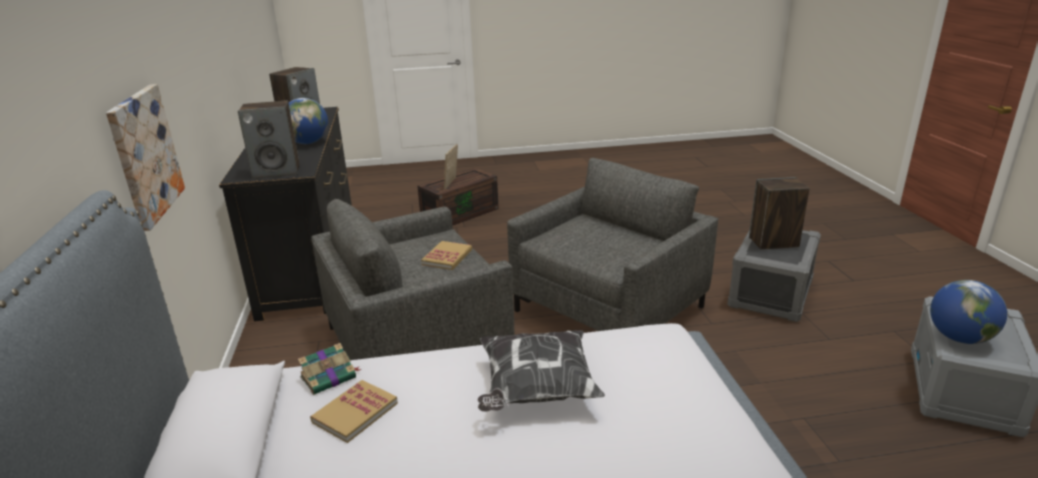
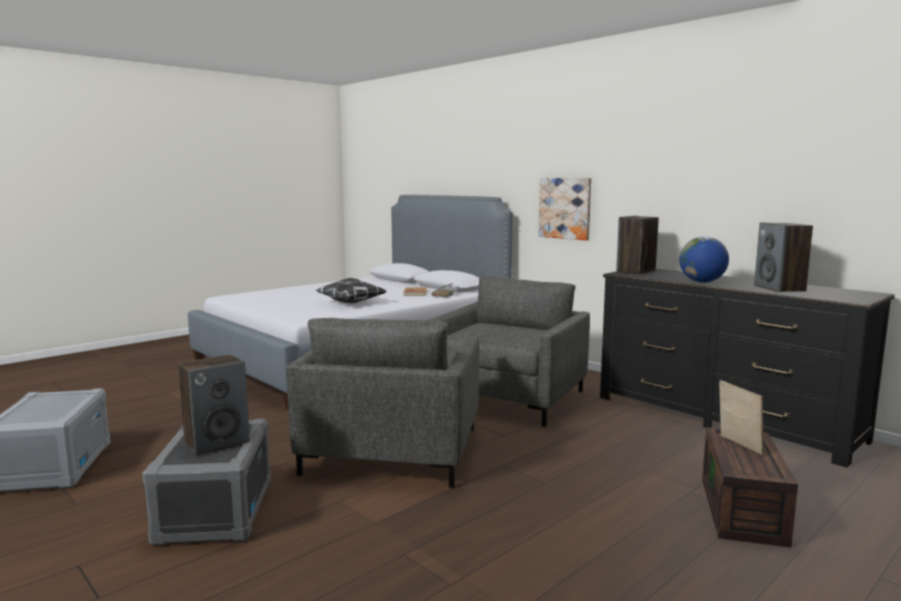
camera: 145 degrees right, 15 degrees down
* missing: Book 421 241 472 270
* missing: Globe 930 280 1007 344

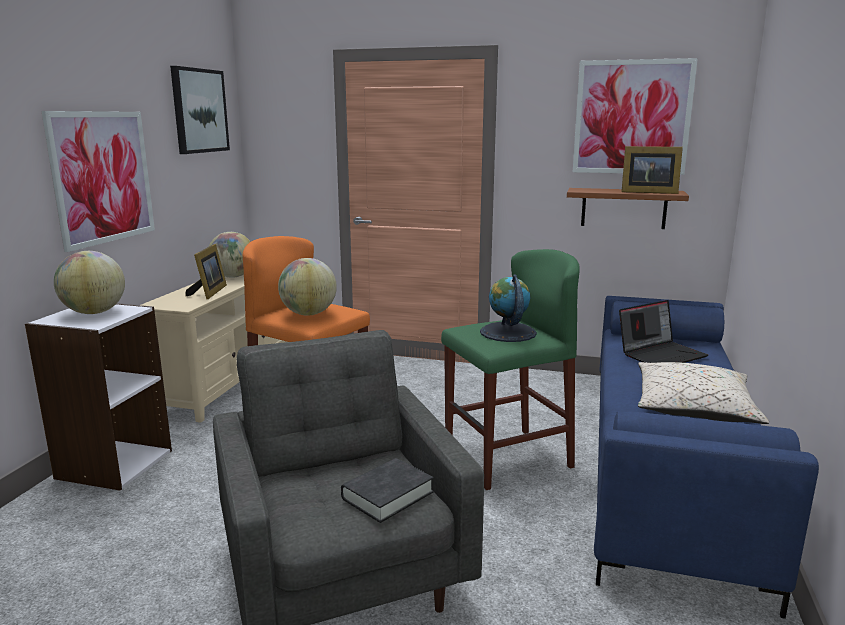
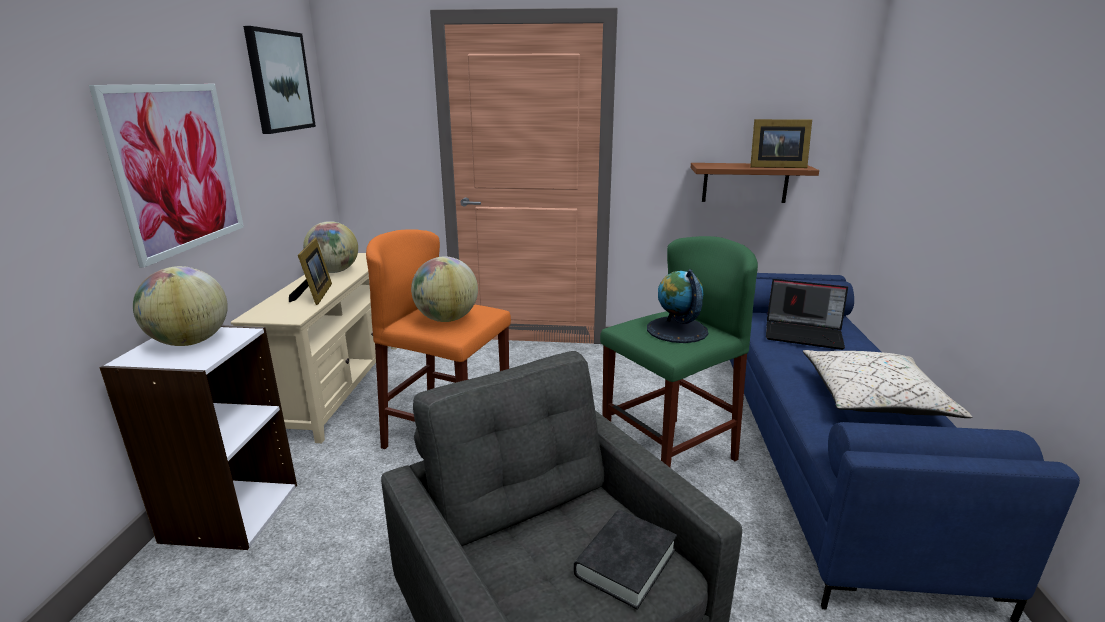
camera: 10 degrees left, 5 degrees up
* missing: Picture 573 58 698 175
* spun: Laptop 619 300 708 363 = 766 279 848 350 60 degrees clockwise

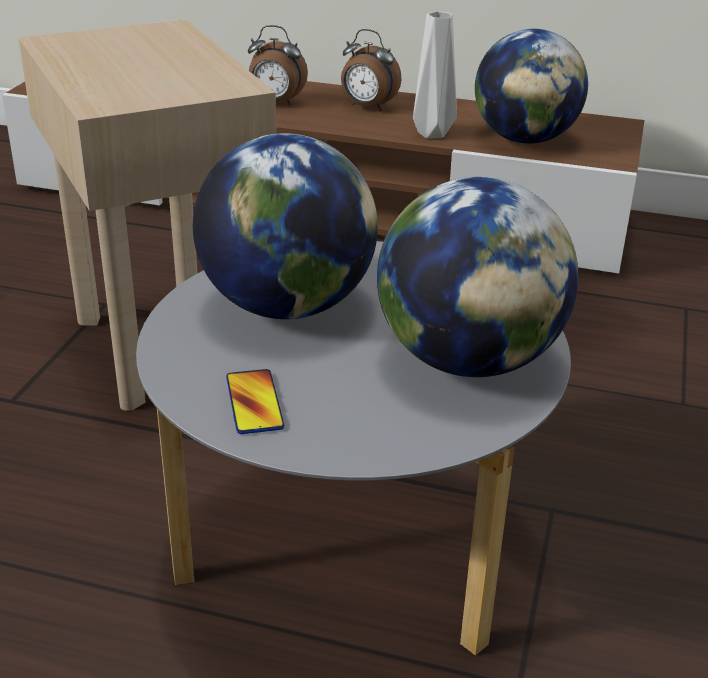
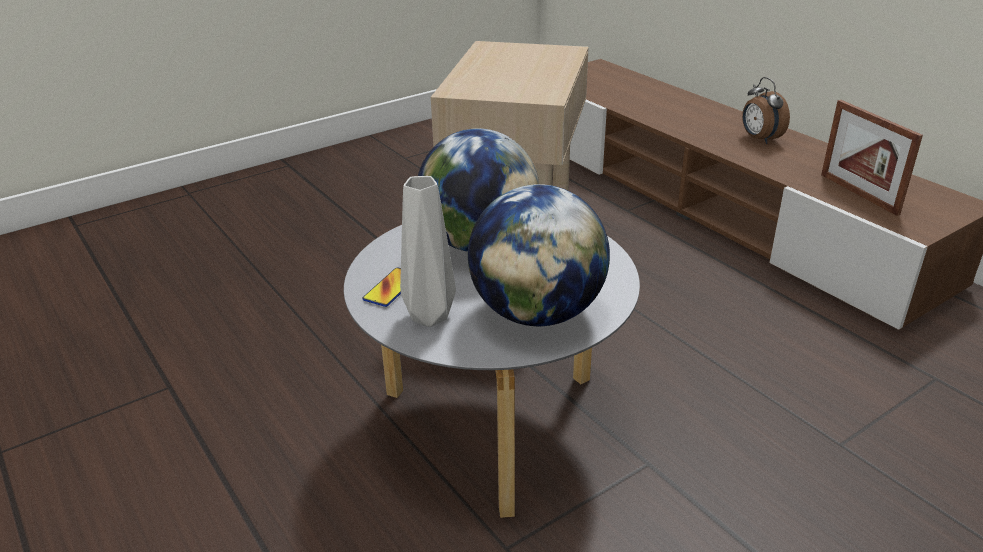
camera: 40 degrees right, 0 degrees up
* relocated: GreyVase 413 11 457 138 to 400 176 456 327
* missing: AlarmClock 248 25 308 105
* exchanged: Globe 475 29 588 144 to PictureFrame 821 100 923 216

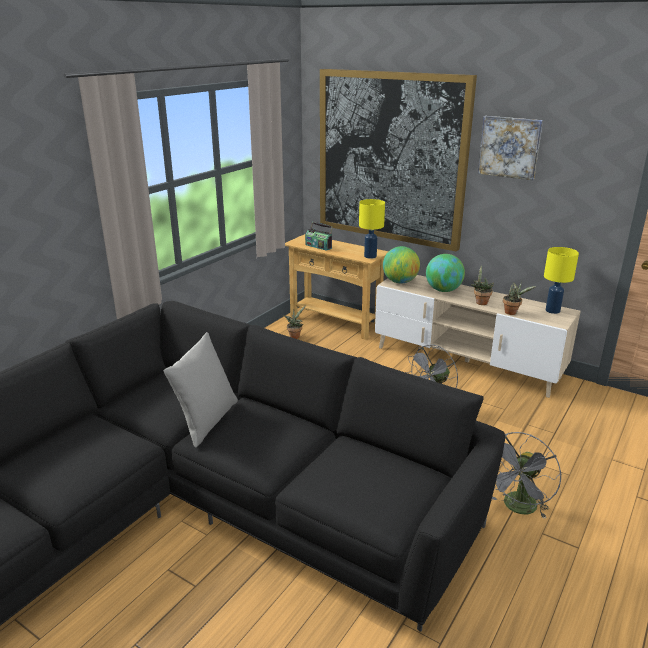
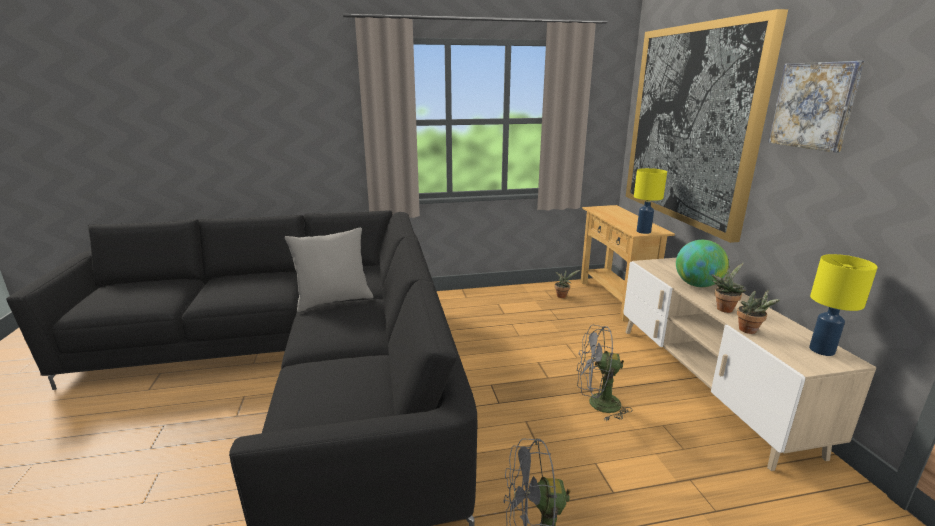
camera: 45 degrees right, 5 degrees down
* missing: Radio 305 222 333 251
* missing: Globe 383 246 420 283

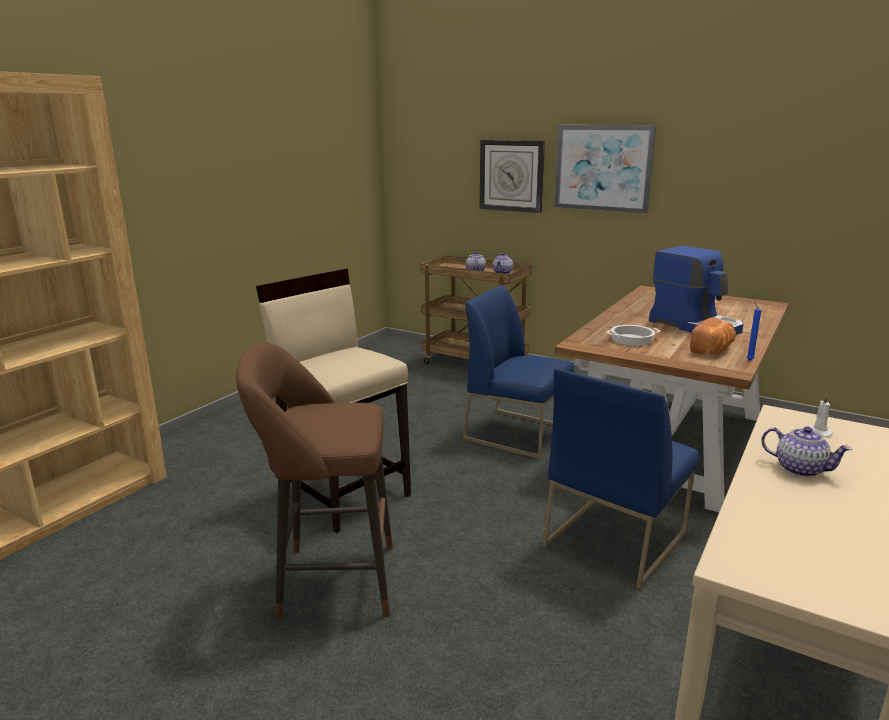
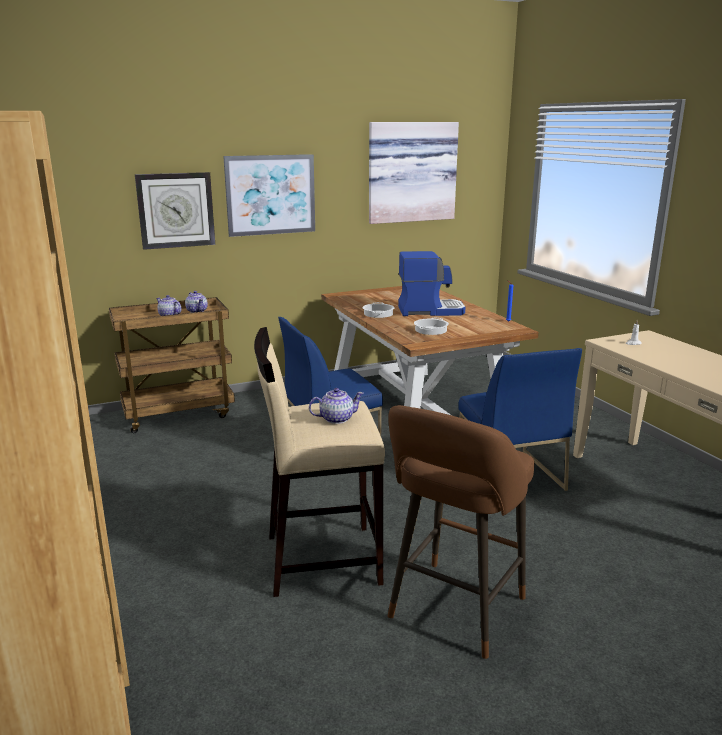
camera: 55 degrees left, 0 degrees up
* missing: Bread 690 317 736 354
* relocated: Teapot 761 426 852 477 to 309 388 364 424
* appeared: Picture 369 122 459 224
* appeared: CookingPot 362 302 395 318

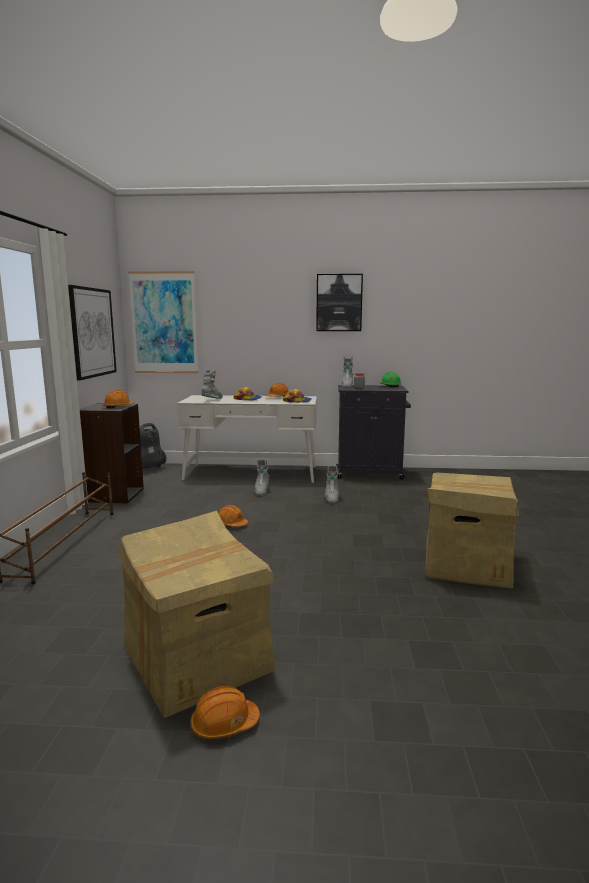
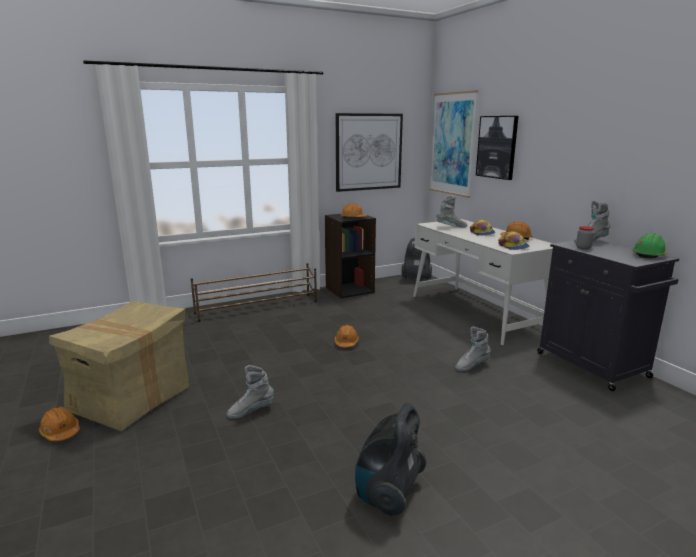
camera: 60 degrees right, 5 degrees up
* relocated: Picture 316 274 363 331 to 476 116 518 180
* relocated: GreyBoot 255 459 269 496 to 227 365 274 419
* exchanged: CardboardBox 425 473 519 588 to VacuumCleaner 355 403 426 516

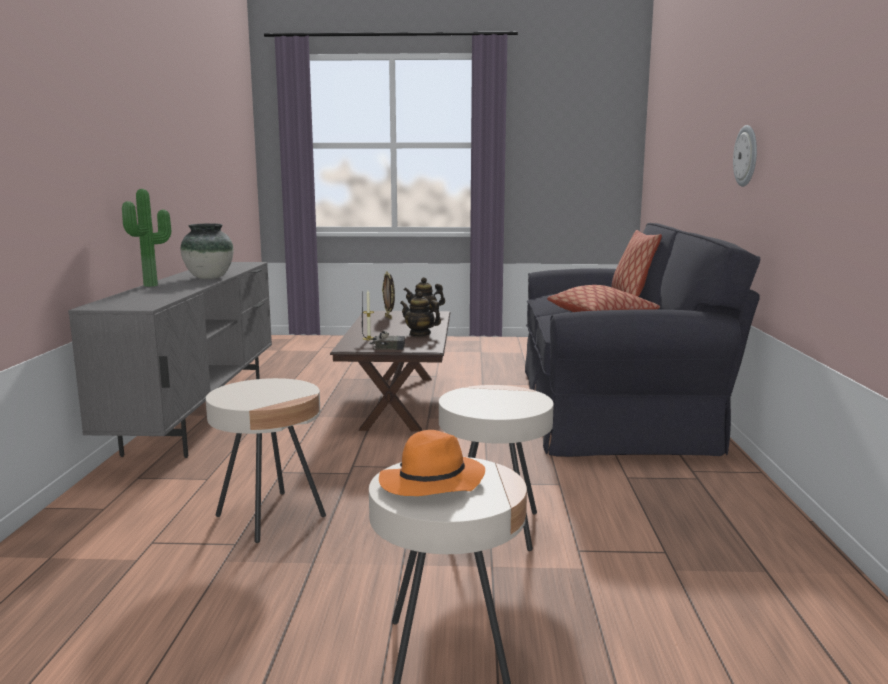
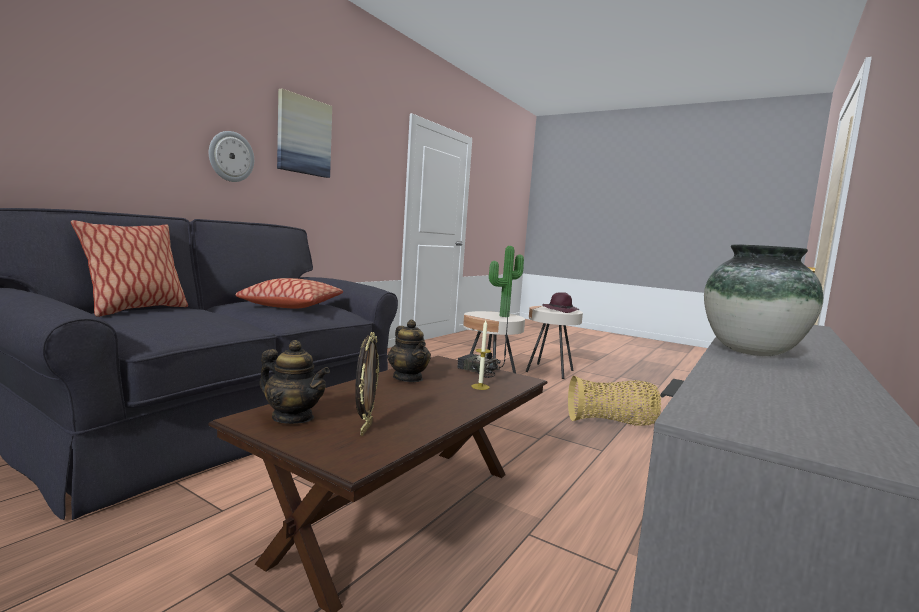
camera: 150 degrees left, 5 degrees down
* relocated: PottedPlant 122 189 171 287 to 489 246 524 317
* exchanged: BeigeSideTable 206 378 326 543 to Basket 568 376 661 426
* colour: OrangeHat 379 430 485 496 to PurpleHat 542 292 580 313
* appeared: Picture 277 88 332 178

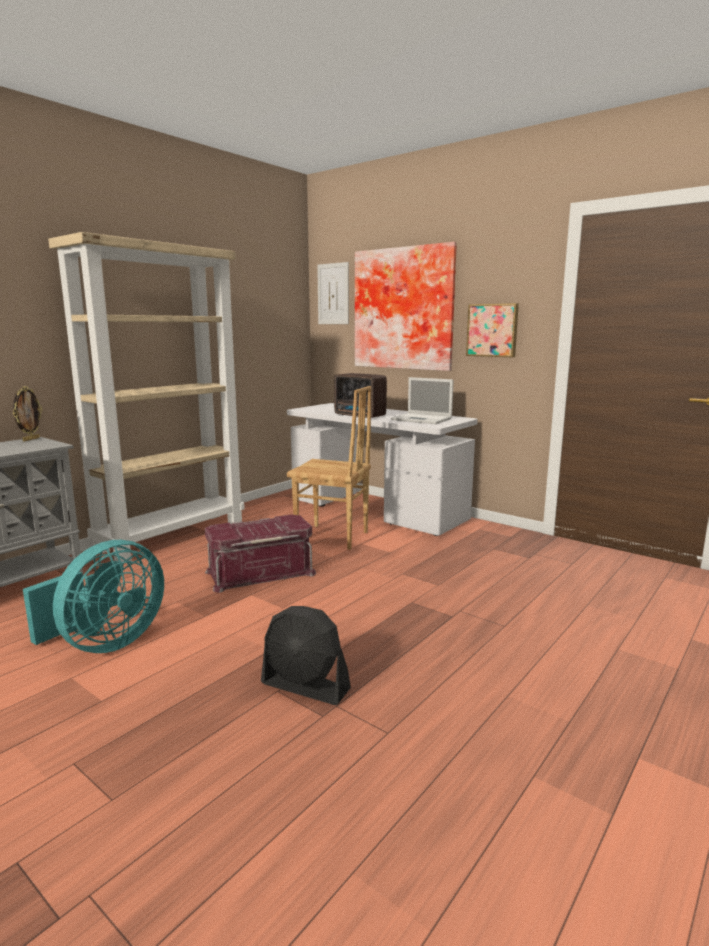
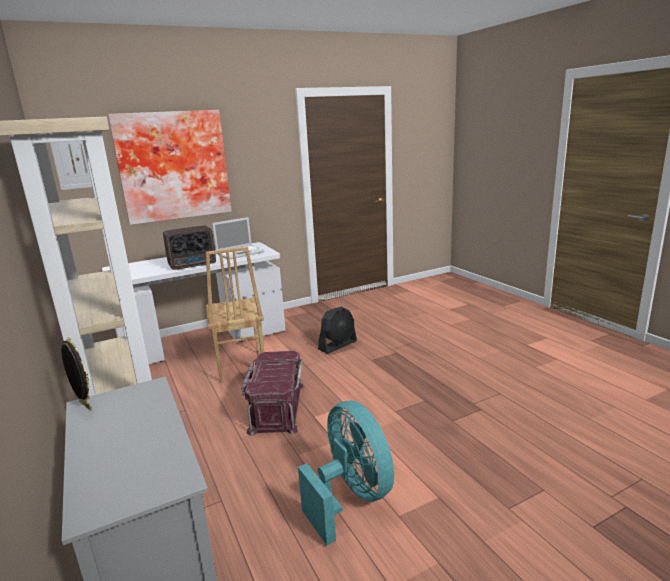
camera: 65 degrees left, 5 degrees up
* missing: Picture 466 303 519 357
* spun: BrownChair 287 386 371 550 = 206 247 264 383 120 degrees clockwise
* relocated: BlackFan 261 606 351 705 to 318 307 357 354

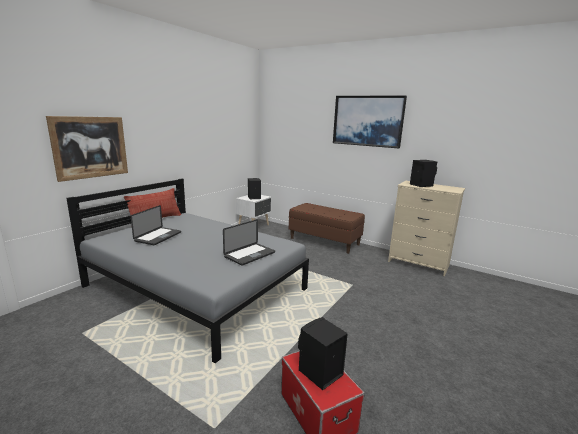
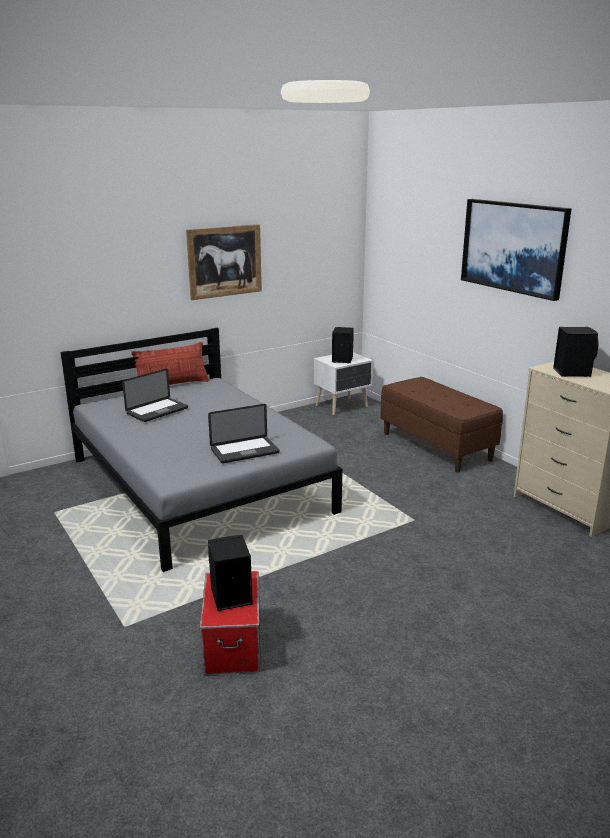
camera: 25 degrees right, 5 degrees up
* relocated: Picture 46 116 128 182 to 186 224 262 300

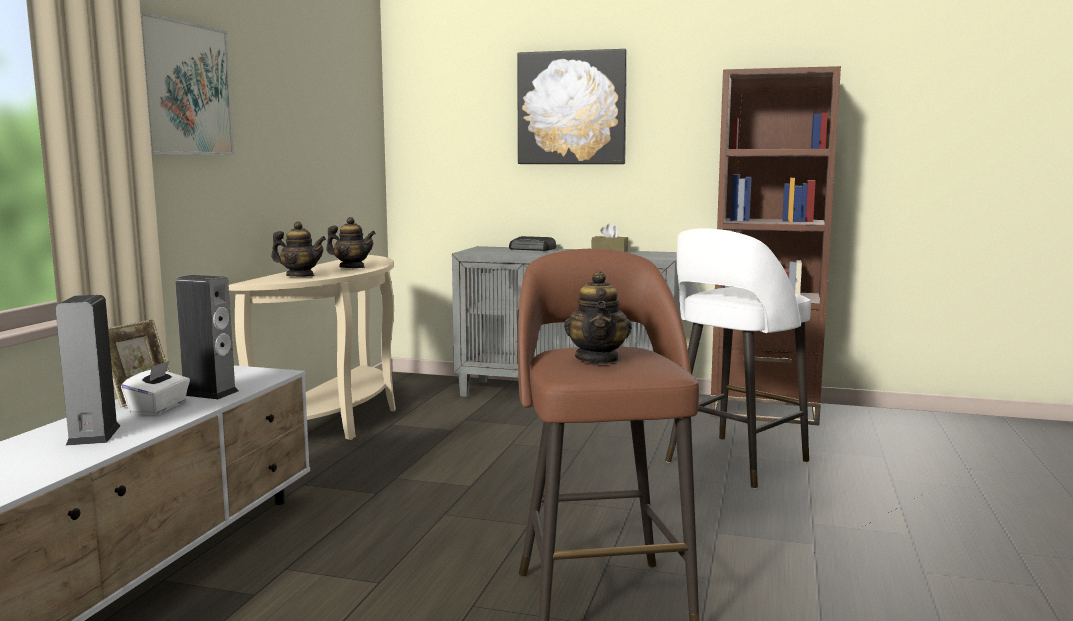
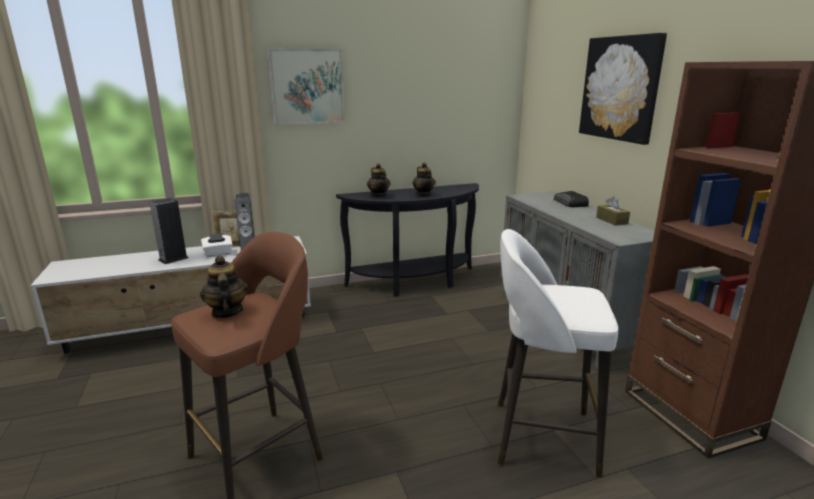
camera: 55 degrees right, 10 degrees up
* colour: BeigeConsoleTable 229 255 396 440 to BlackConsoleTable 336 183 479 296
* spun: Teapot 564 271 632 364 = 200 255 249 319 105 degrees clockwise

